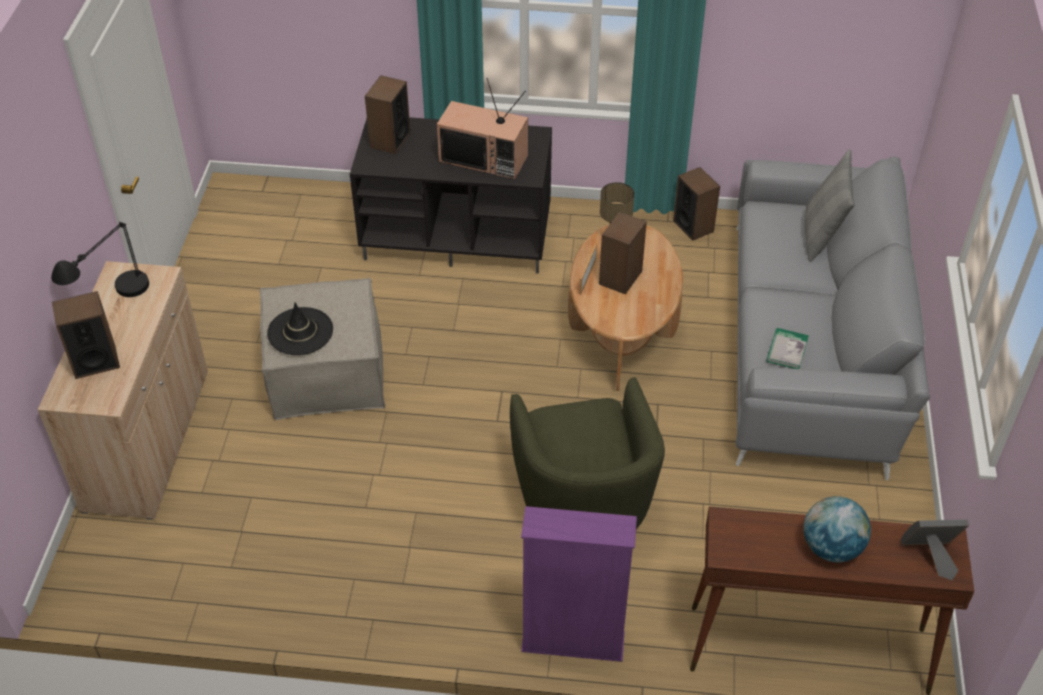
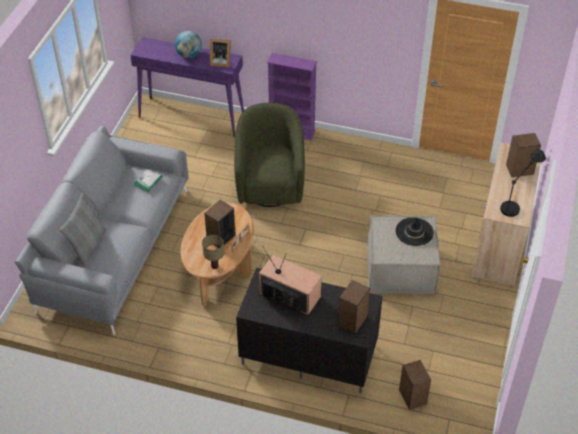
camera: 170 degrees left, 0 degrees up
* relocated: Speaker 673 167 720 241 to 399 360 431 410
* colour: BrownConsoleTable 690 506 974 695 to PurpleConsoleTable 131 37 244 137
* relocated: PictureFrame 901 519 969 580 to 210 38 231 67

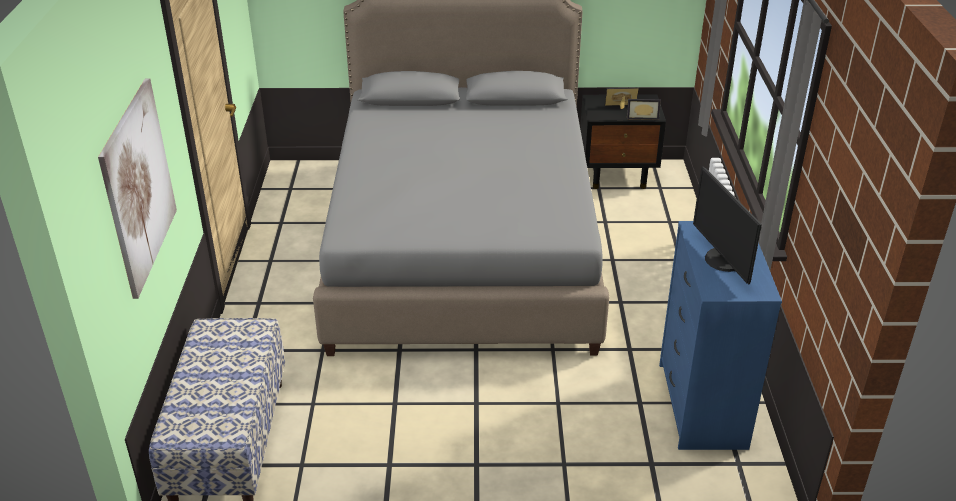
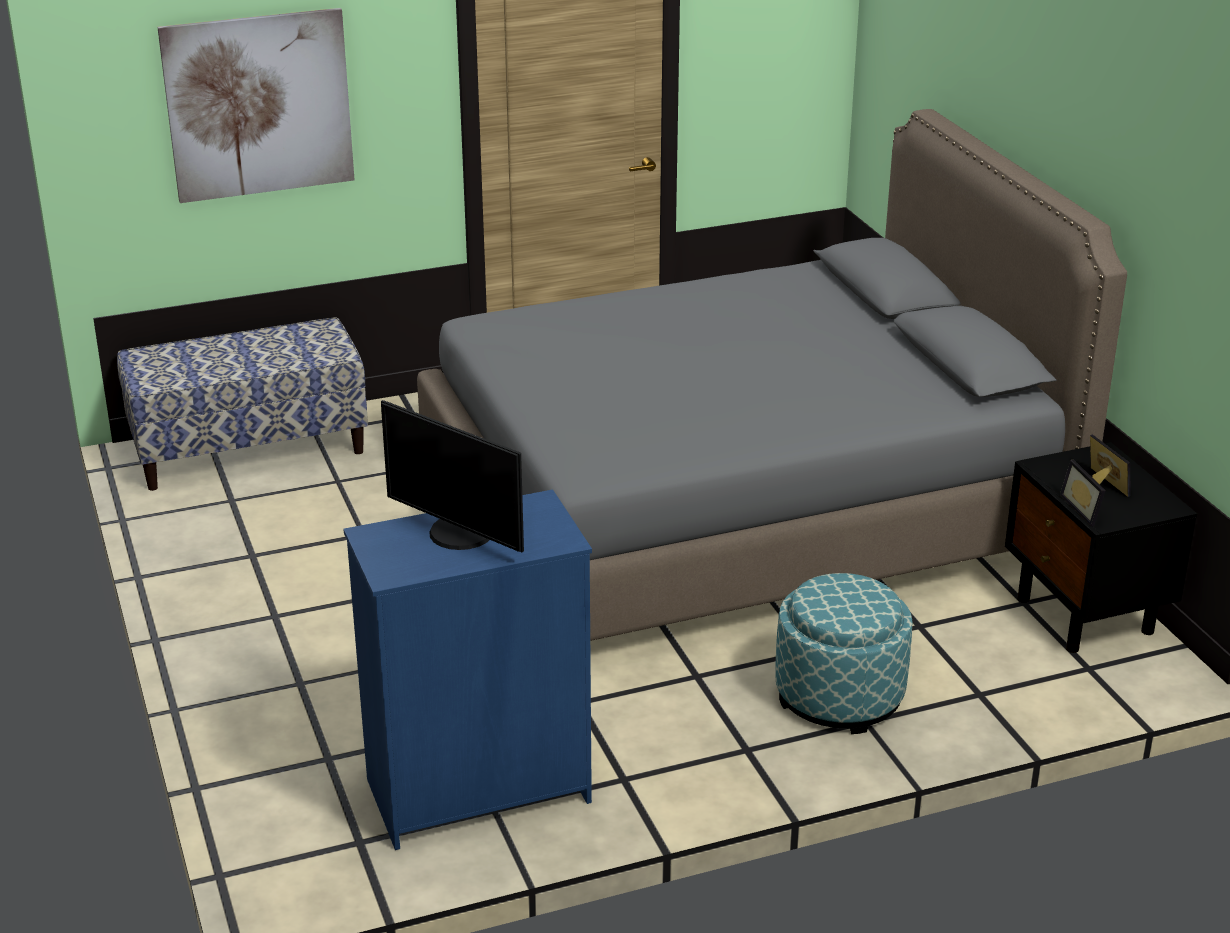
camera: 70 degrees right, 5 degrees down
* spun: Monitor 693 167 762 284 = 381 400 524 552 105 degrees counterclockwise
* appeared: Ottoman 775 573 913 734

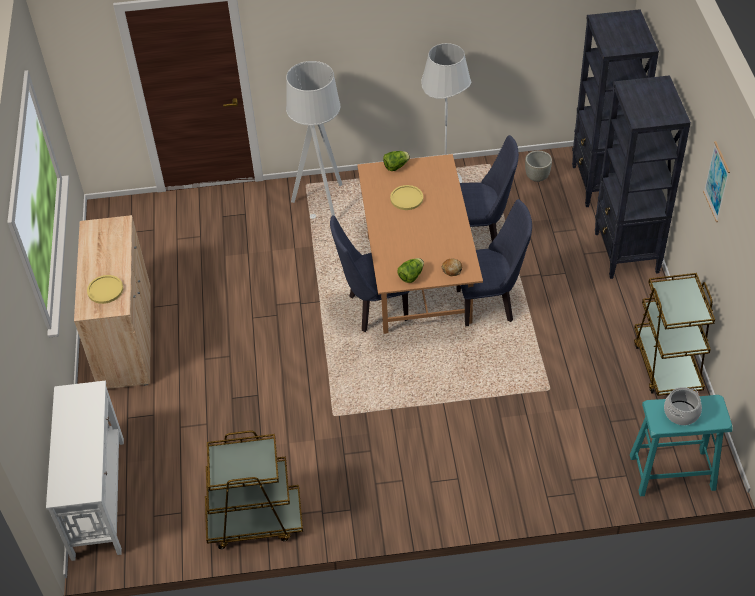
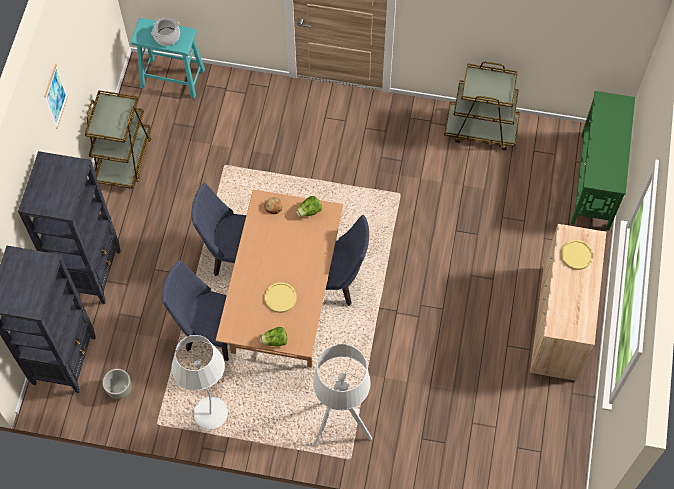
camera: 165 degrees left, 15 degrees up
* colour: WhiteConsoleTable 46 380 124 561 to GreenConsoleTable 571 91 635 230

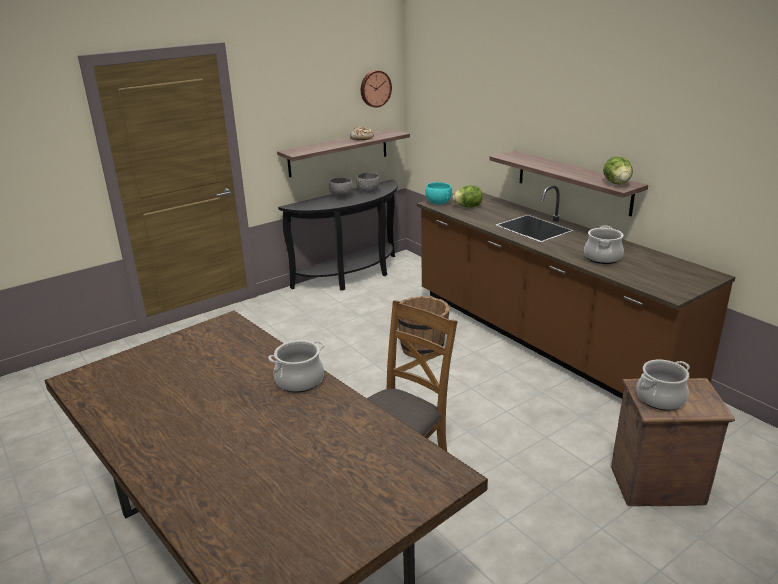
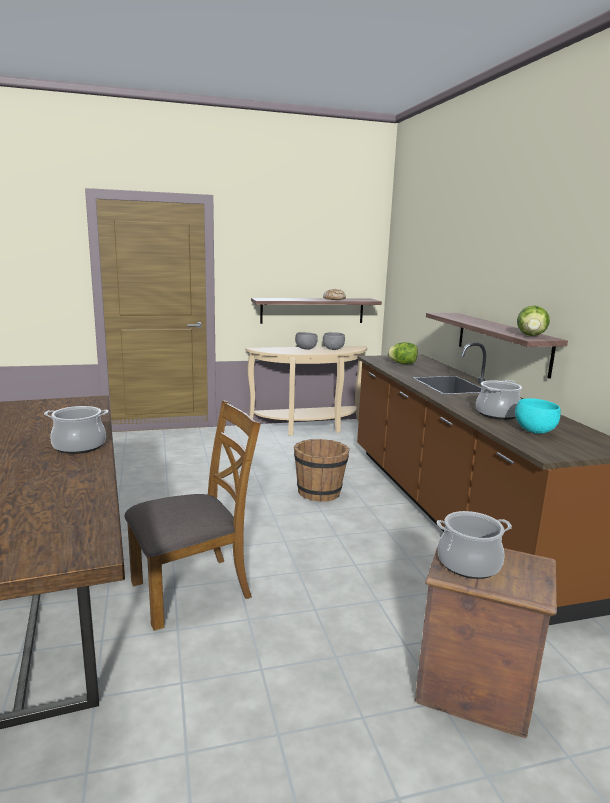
camera: 20 degrees right, 10 degrees down
* missing: WallClock 361 70 392 108
* colour: BlackConsoleTable 278 179 398 291 to BeigeConsoleTable 245 346 367 436
* relocated: TurquoiseBowl 425 182 452 205 to 515 398 561 434

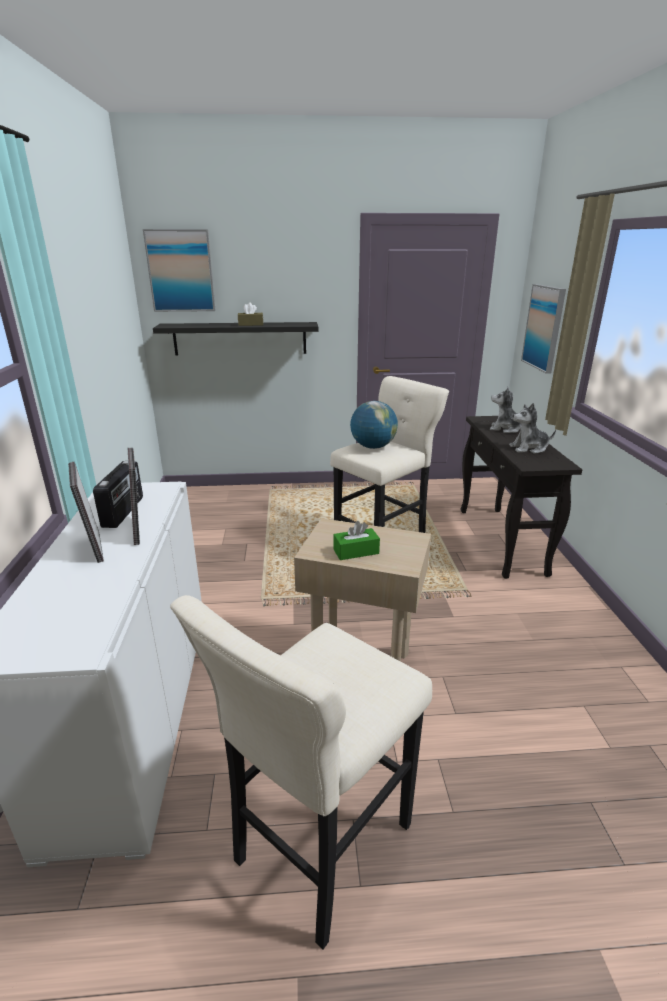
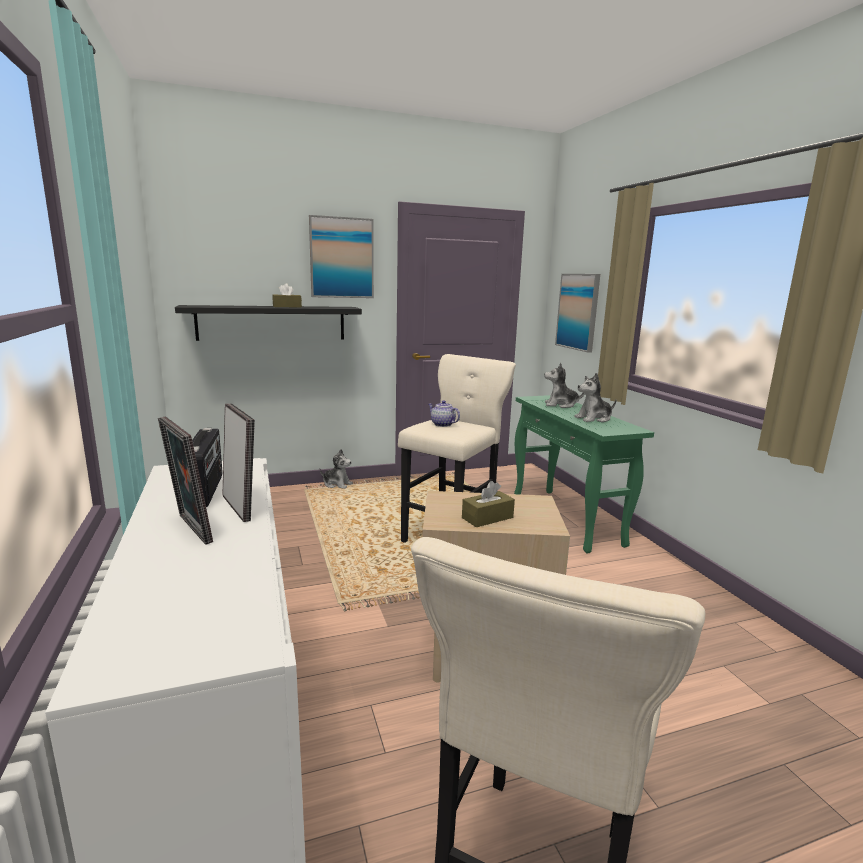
camera: 15 degrees left, 10 degrees down
* relocated: Picture 143 229 216 312 to 309 215 374 298
* exchanged: Globe 350 401 398 449 to Teapot 428 400 460 427
* colour: BlackConsoleTable 460 416 582 579 to GreenConsoleTable 514 395 654 553
* colour: GreenTissueBox 333 521 380 560 to BrownTissueBox 462 481 515 527
* appeared: PlushToy 319 449 353 489

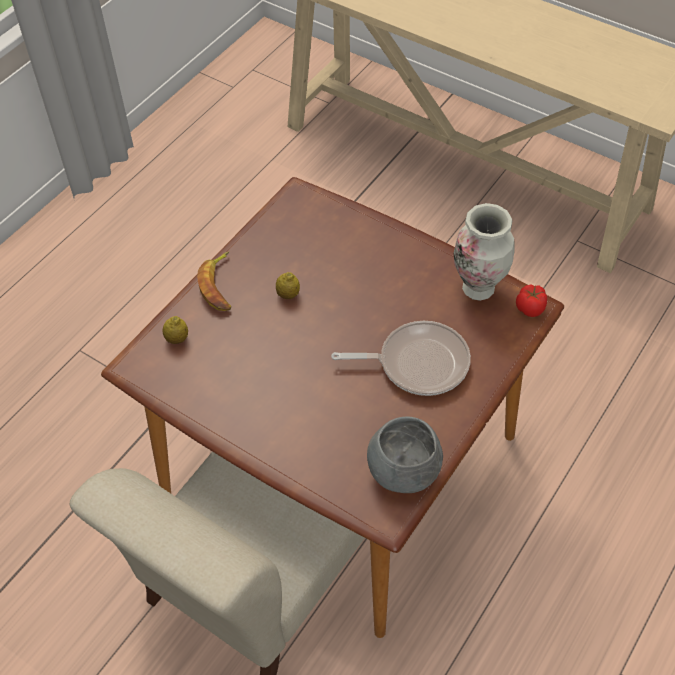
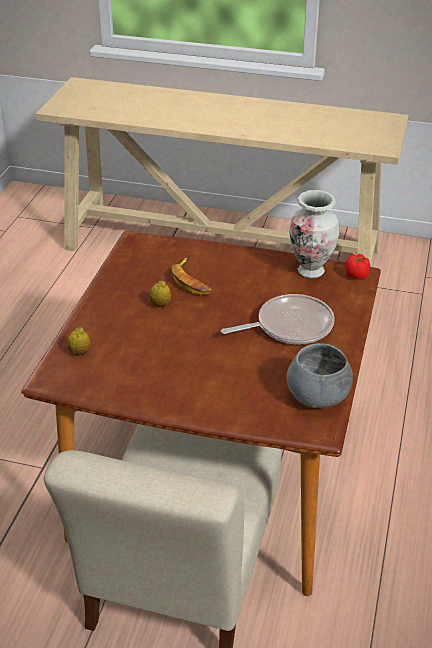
camera: 20 degrees left, 15 degrees down
* relocated: Banana 197 251 231 311 to 172 257 211 295

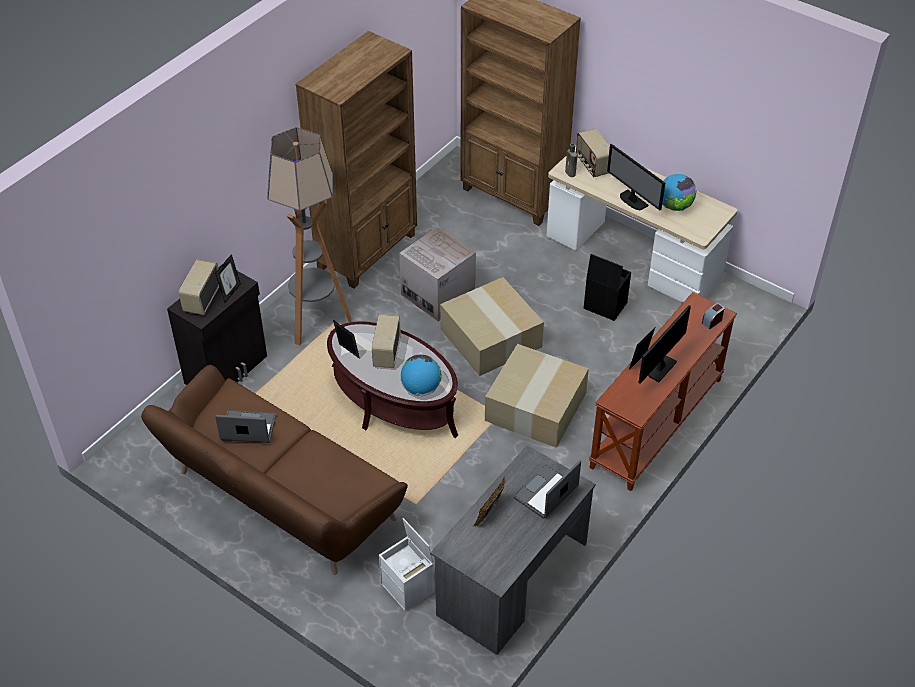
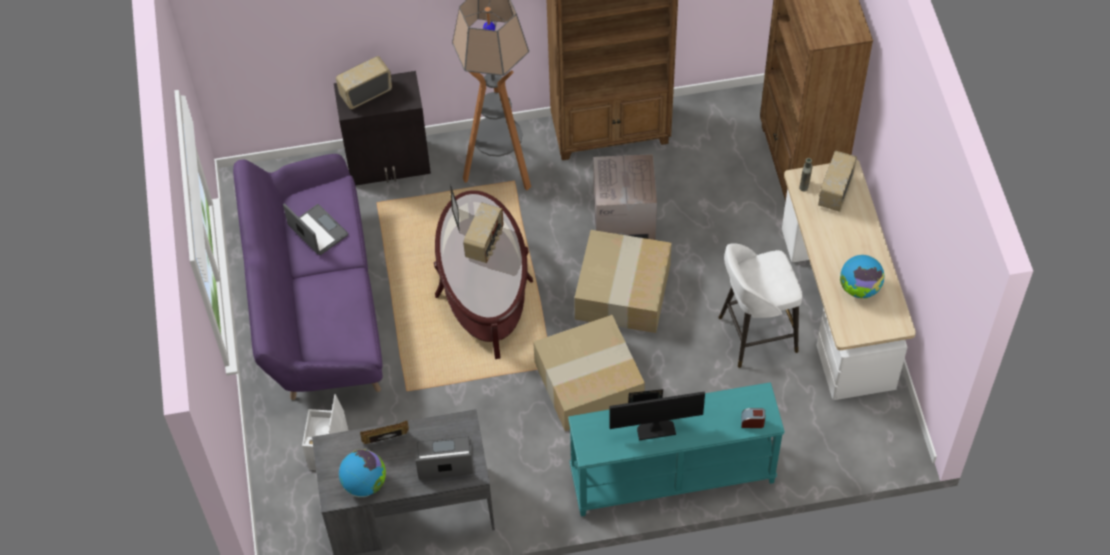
camera: 45 degrees right, 10 degrees up
* missing: Monitor 607 144 665 210
* missing: PictureFrame 215 254 241 303
* exchanged: BlackStorageBox 584 254 631 321 to WhiteStool 718 243 802 368
* colour: BrownConsoleTable 589 292 737 491 to TurquoiseConsoleTable 568 382 785 516
* spun: Radio 372 314 401 368 = 463 202 503 263 150 degrees clockwise
* relocated: Globe 400 354 442 396 to 339 449 386 497
* colour: BrownSofa 141 365 408 575 to PurpleSofa 233 154 383 400

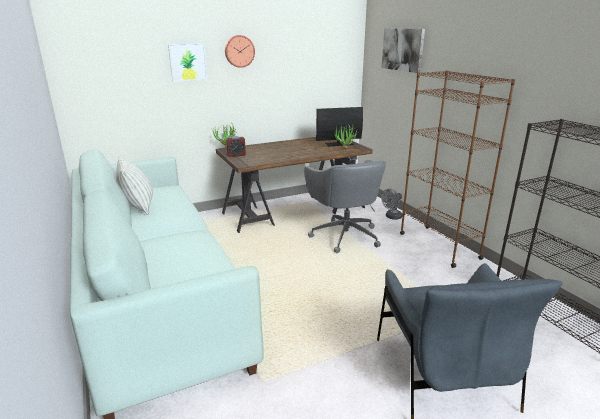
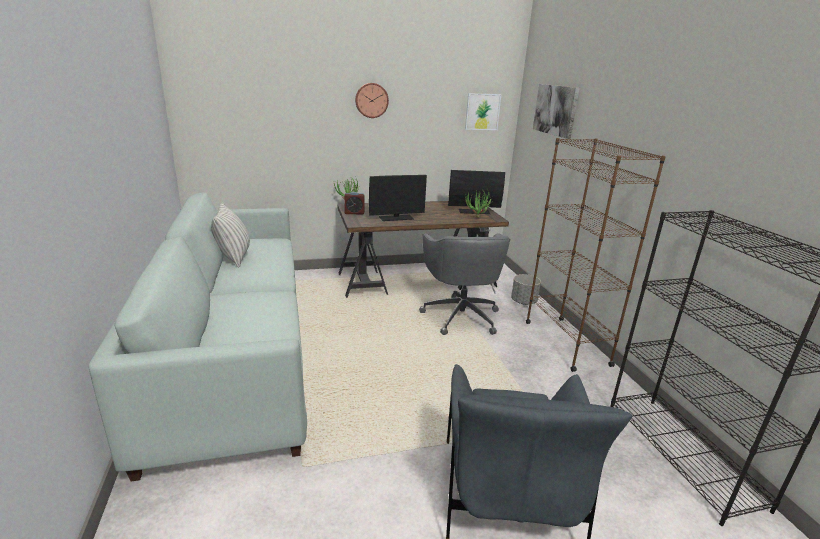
camera: 10 degrees right, 0 degrees up
* relocated: Picture 168 43 208 81 to 465 93 502 130
* exchanged: GreyFan 381 189 402 220 to GreyPlanter 511 274 541 305
* appeared: Monitor 369 175 427 221

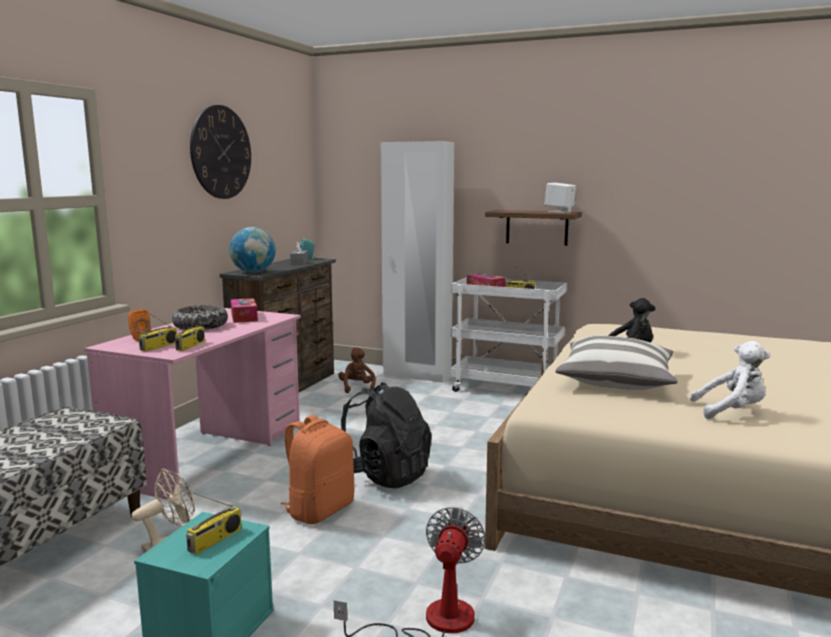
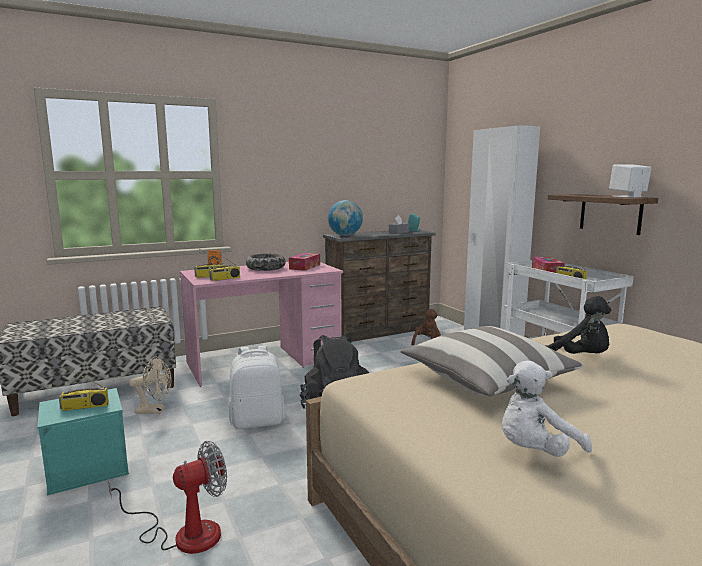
camera: 40 degrees right, 0 degrees up
* missing: WallClock 190 105 251 199
* spun: WhitePlushToy 690 341 770 419 = 502 361 592 457 105 degrees clockwise
* colour: OrangeBackpack 281 415 354 524 to WhiteBackpack 229 345 285 429

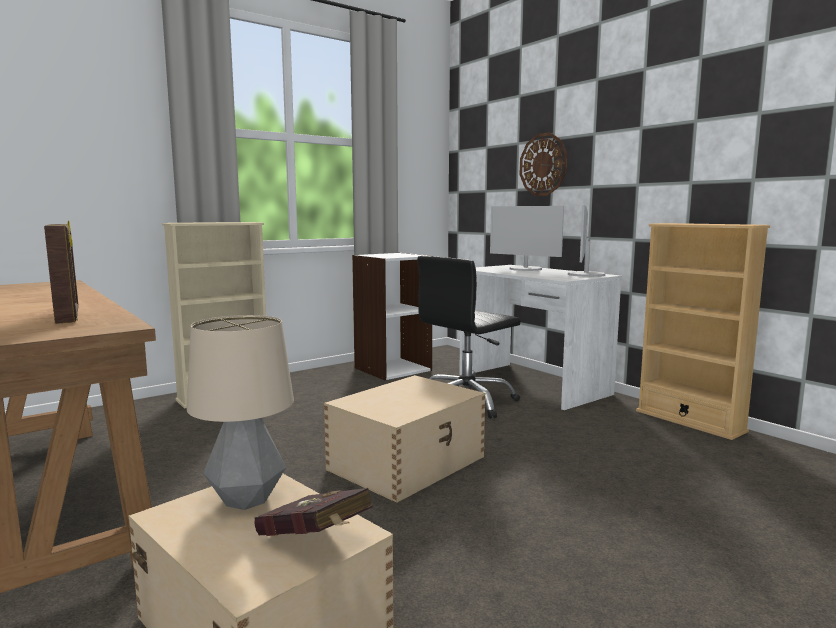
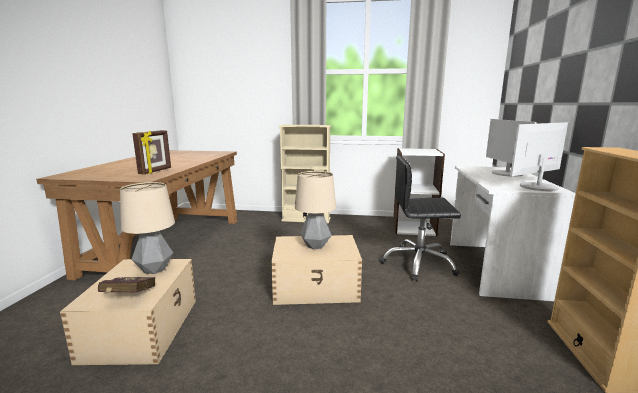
camera: 45 degrees right, 5 degrees up
* missing: WallClock 519 132 568 196
* appeared: TableLamp 295 171 336 249

